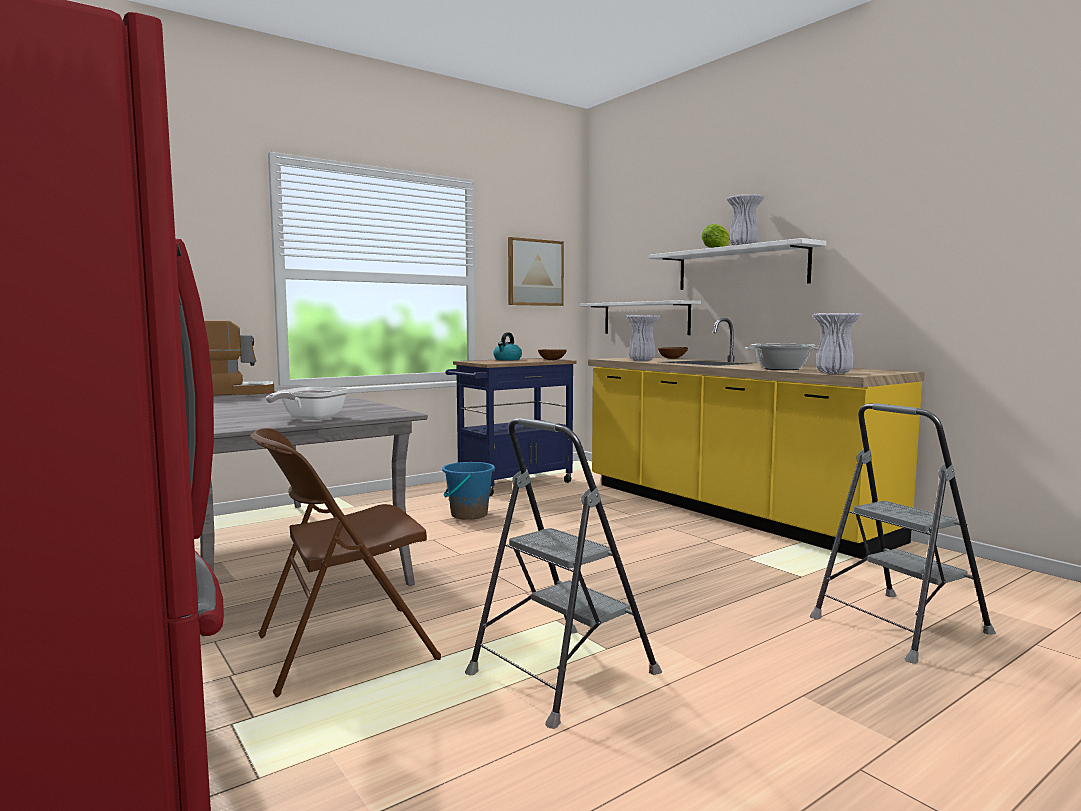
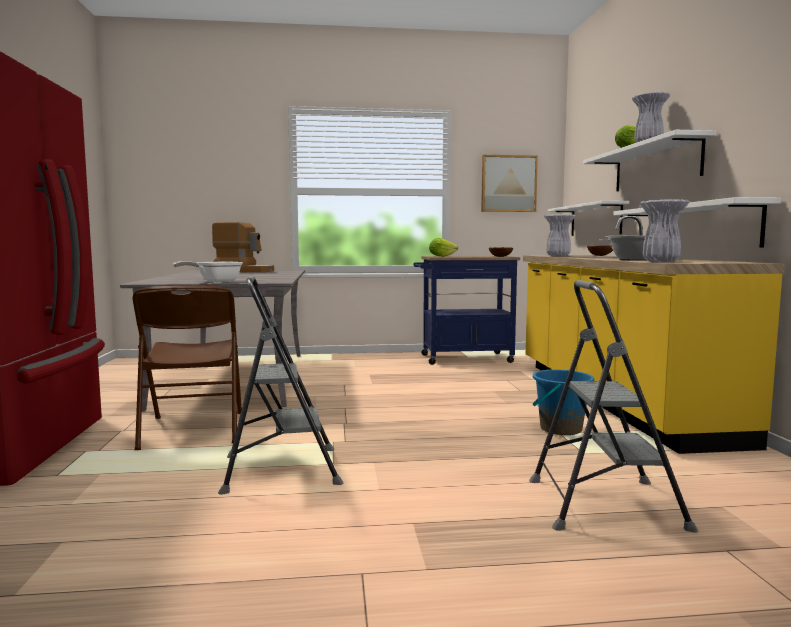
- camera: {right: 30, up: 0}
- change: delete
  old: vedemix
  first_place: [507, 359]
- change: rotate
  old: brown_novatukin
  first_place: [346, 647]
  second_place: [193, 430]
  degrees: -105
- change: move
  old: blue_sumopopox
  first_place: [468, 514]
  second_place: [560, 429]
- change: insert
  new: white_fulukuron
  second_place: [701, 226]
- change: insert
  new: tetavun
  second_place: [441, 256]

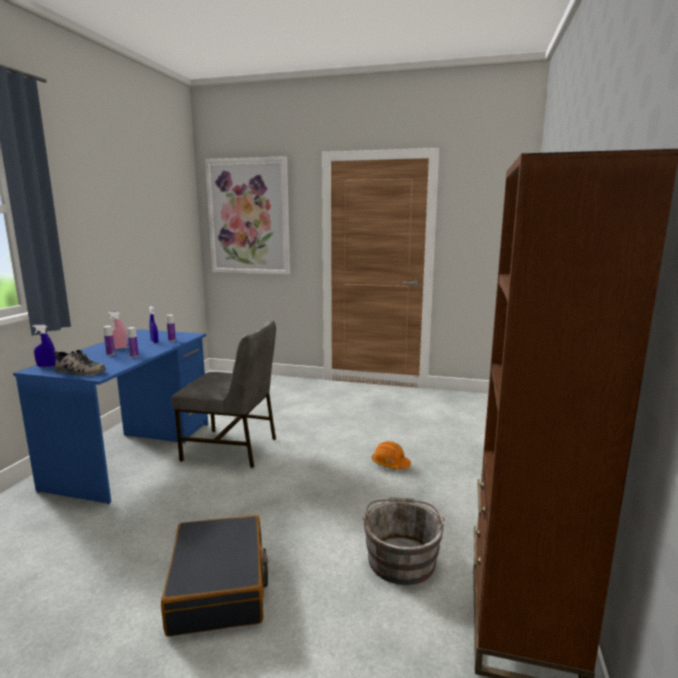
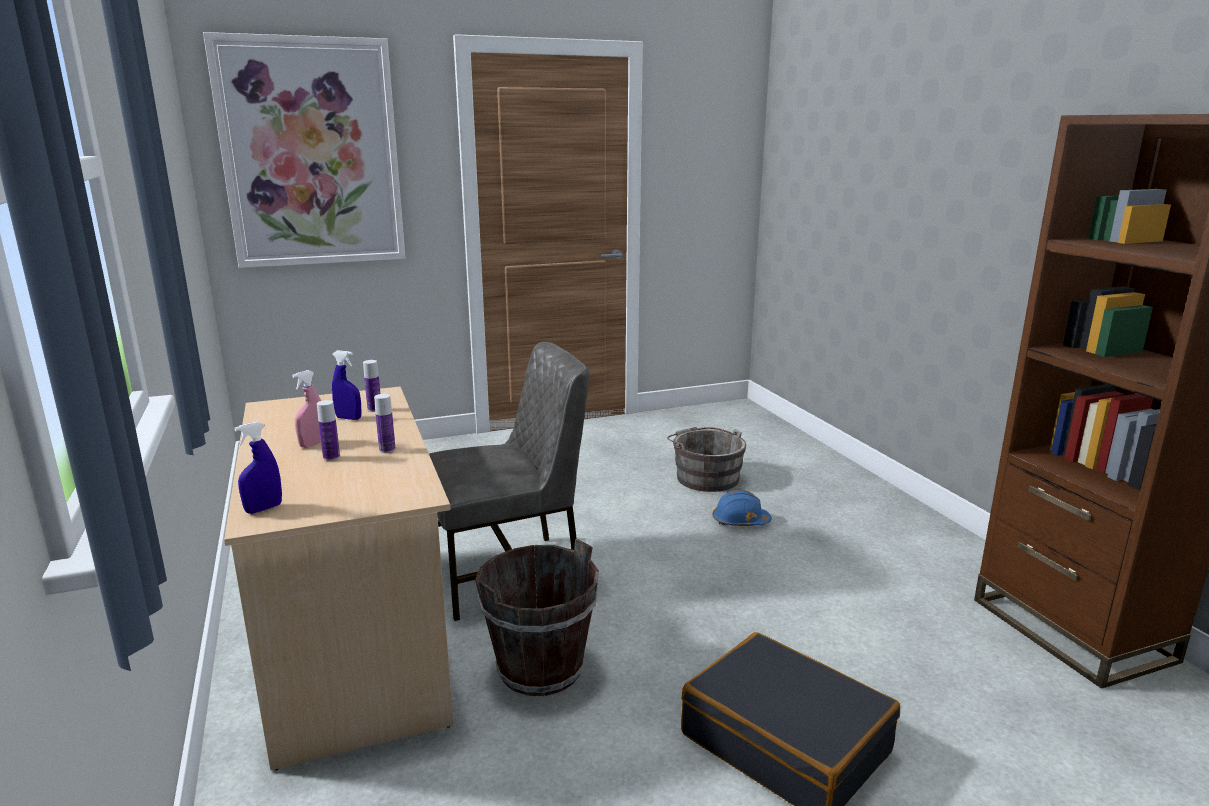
- camera: {right: -35, up: 5}
- change: recolor
  old: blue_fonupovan
  new: beige_fonupovan
  first_place: [134, 454]
  second_place: [353, 640]
- change: delete
  old: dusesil
  first_place: [78, 372]
- change: recolor
  old: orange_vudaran
  new: blue_vudaran
  first_place: [390, 464]
  second_place: [740, 521]
- change: move
  old: grey_sumopopox
  first_place: [401, 557]
  second_place: [705, 477]
- change: insert
  new: brown_sumopopox
  second_place: [540, 668]

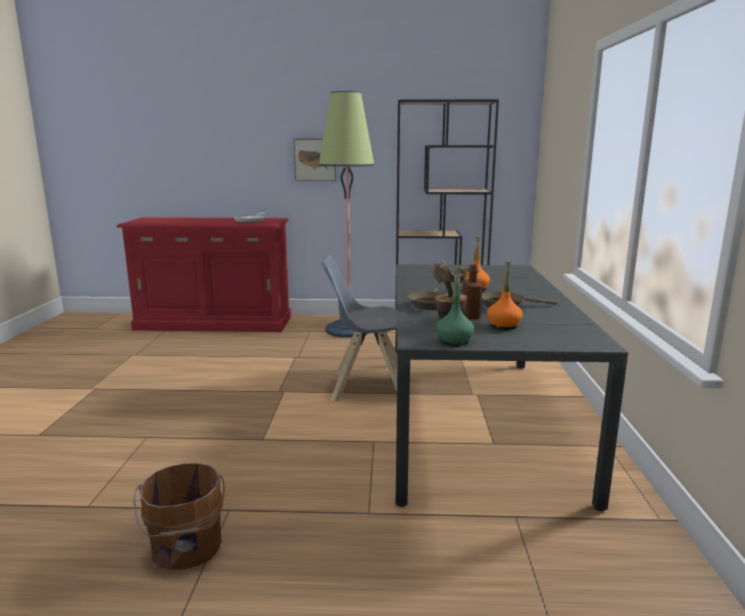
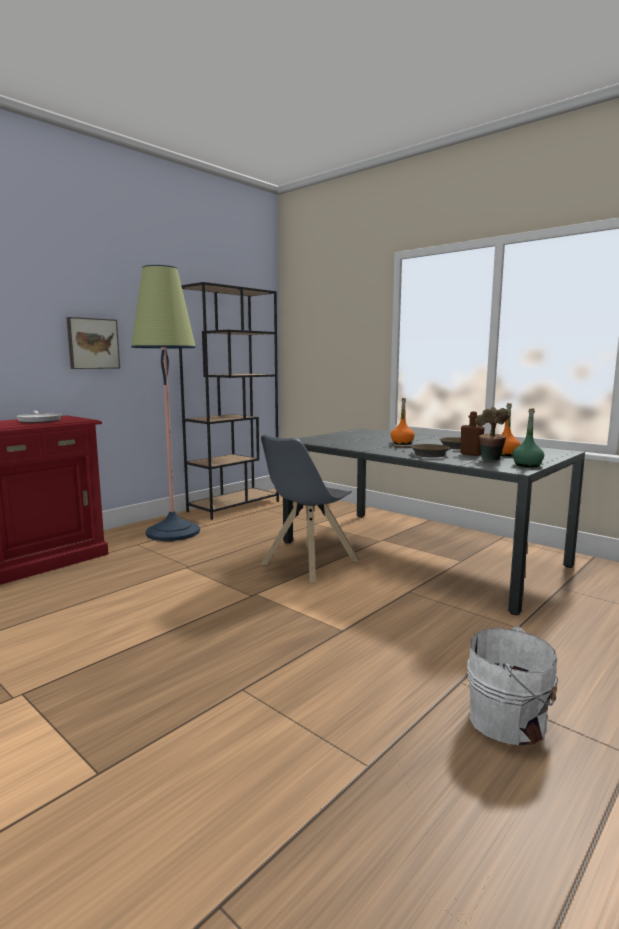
- camera: {right: -50, up: -5}
- change: recolor
  old: brown_sumopopox
  new: white_sumopopox
  first_place: [186, 548]
  second_place: [510, 721]

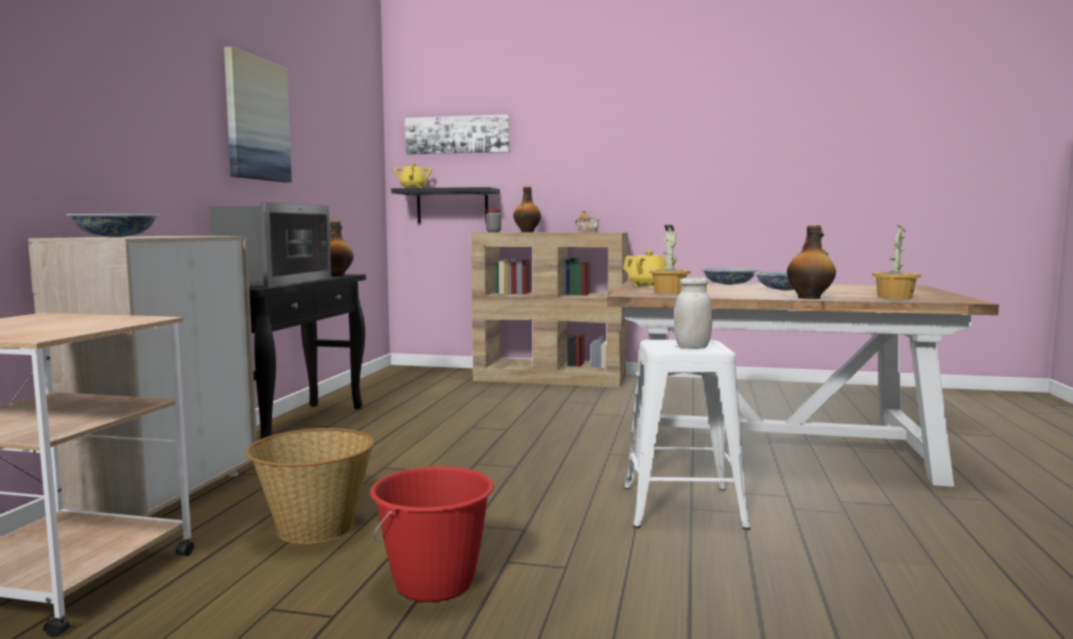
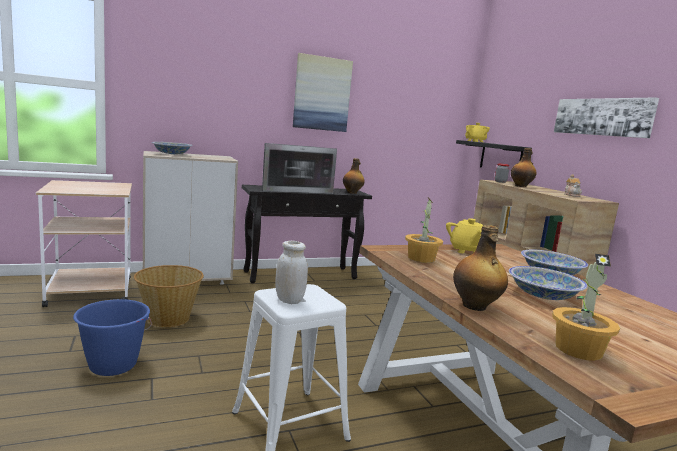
- camera: {right: 55, up: 5}
- change: move
  old: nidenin
  first_place: [457, 135]
  second_place: [602, 117]
- change: recolor
  old: red_sumopopox
  new: blue_sumopopox
  first_place: [435, 584]
  second_place: [113, 365]

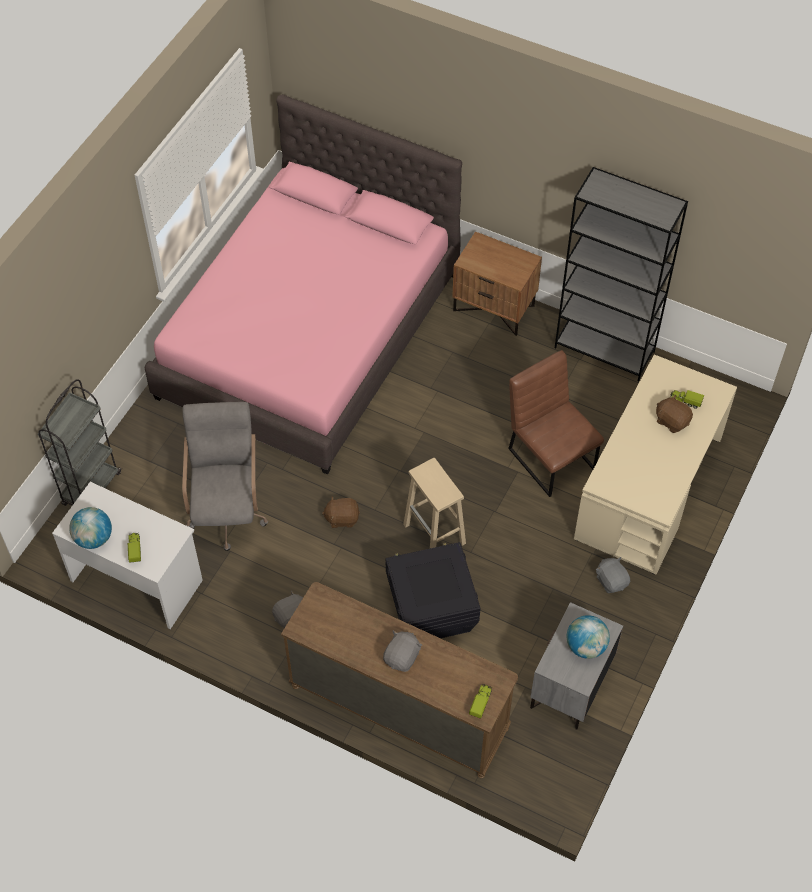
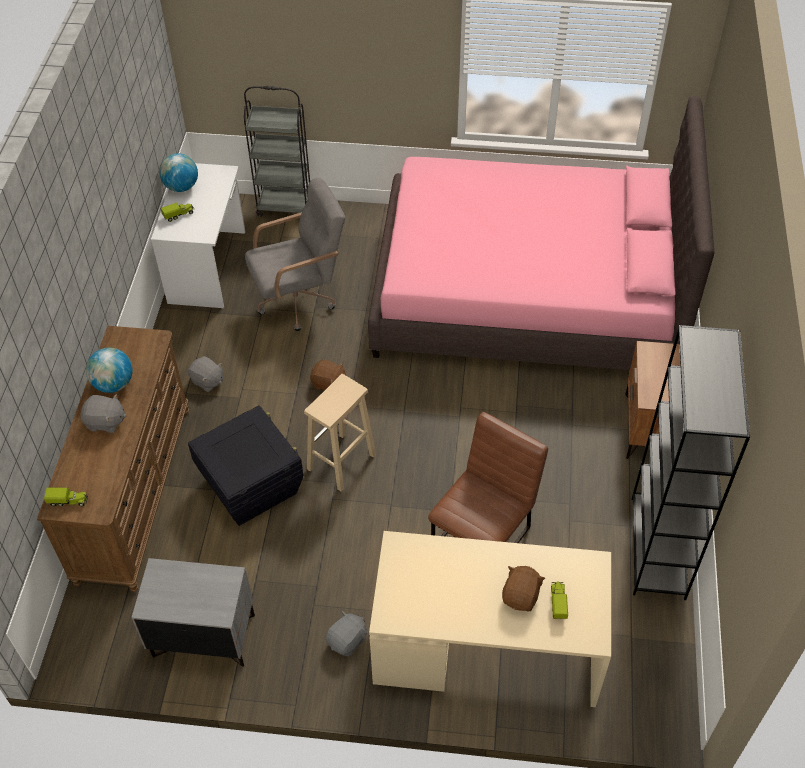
- camera: {right: 70, up: -5}
- change: rotate
  old: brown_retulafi
  first_place: [342, 518]
  second_place: [329, 384]
  degrees: 135
- change: move
  old: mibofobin
  first_place: [586, 646]
  second_place: [114, 384]

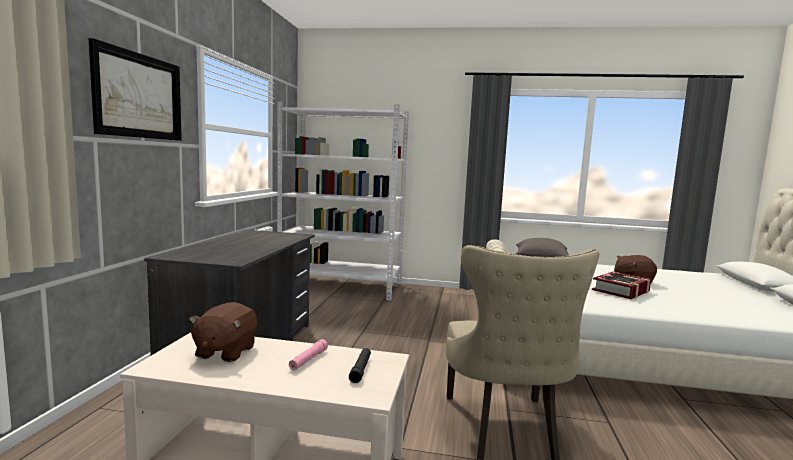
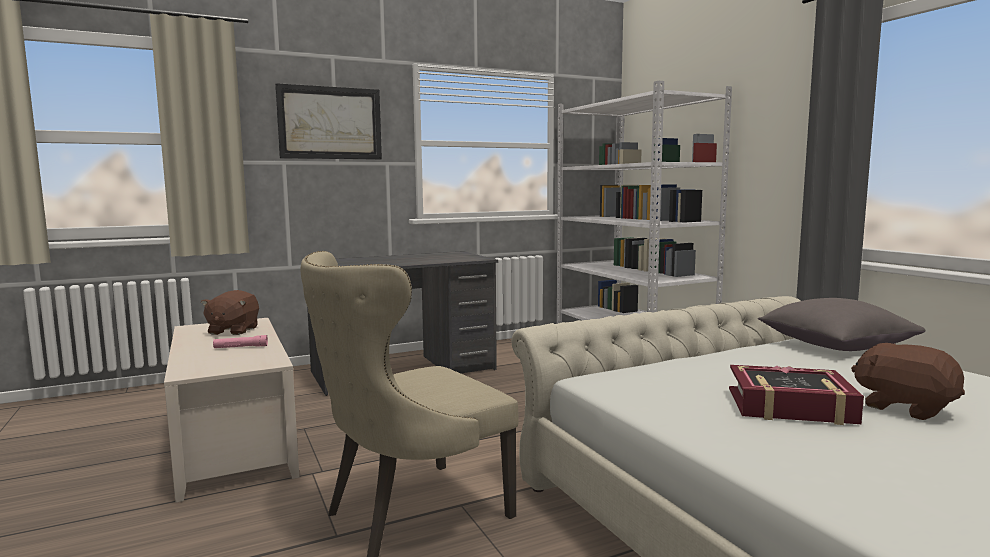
- camera: {right: 55, up: 0}
- change: rotate
  old: brown_retulafi
  first_place: [225, 352]
  second_place: [233, 331]
  degrees: -60
- change: delete
  old: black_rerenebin
  first_place: [360, 369]

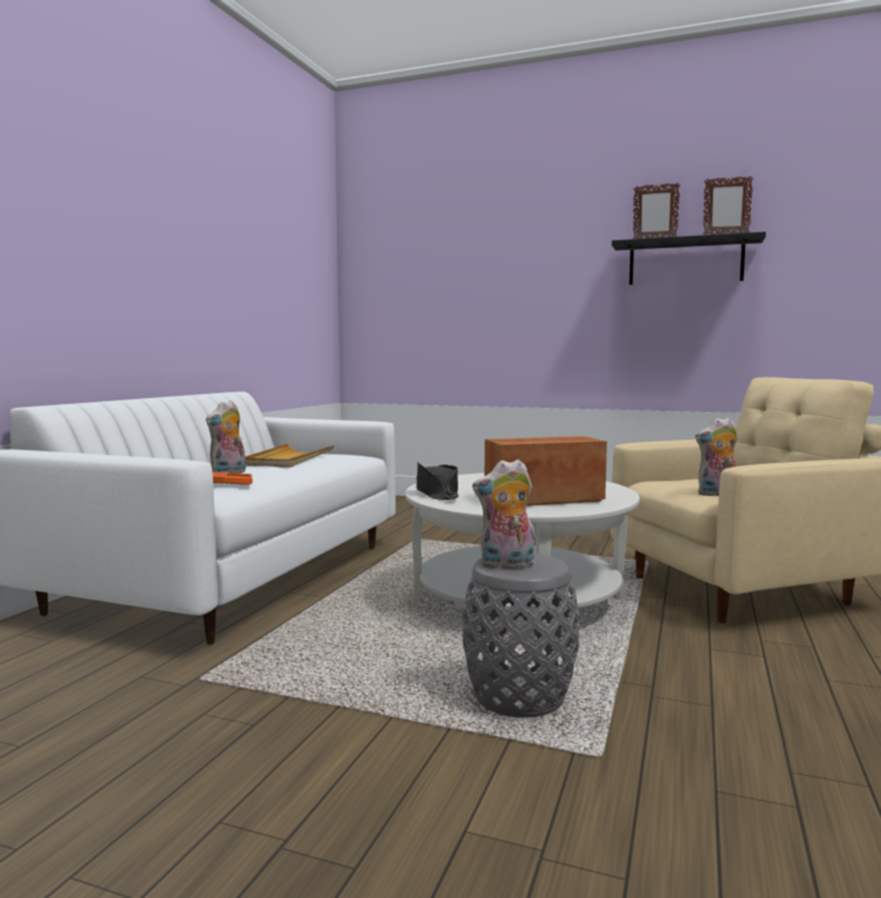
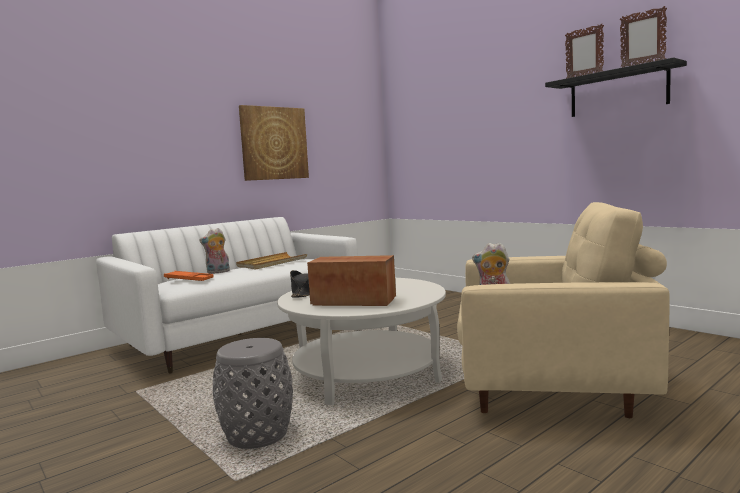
- camera: {right: 30, up: 0}
- change: delete
  old: retulafi
  first_place: [506, 565]
- change: insert
  new: nidenin
  second_place: [274, 143]

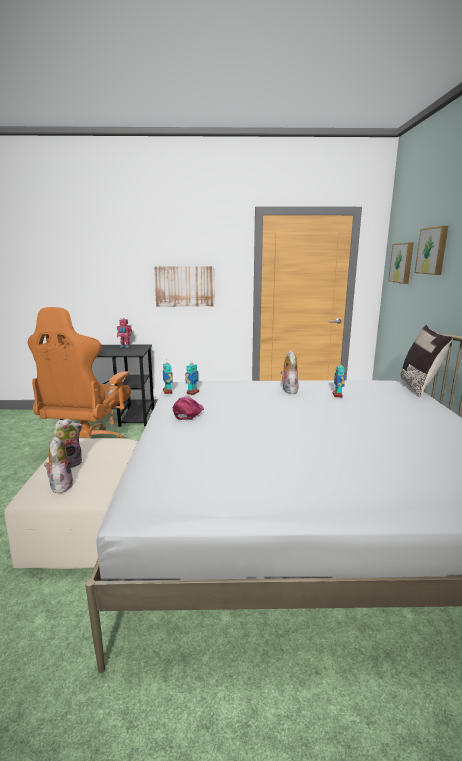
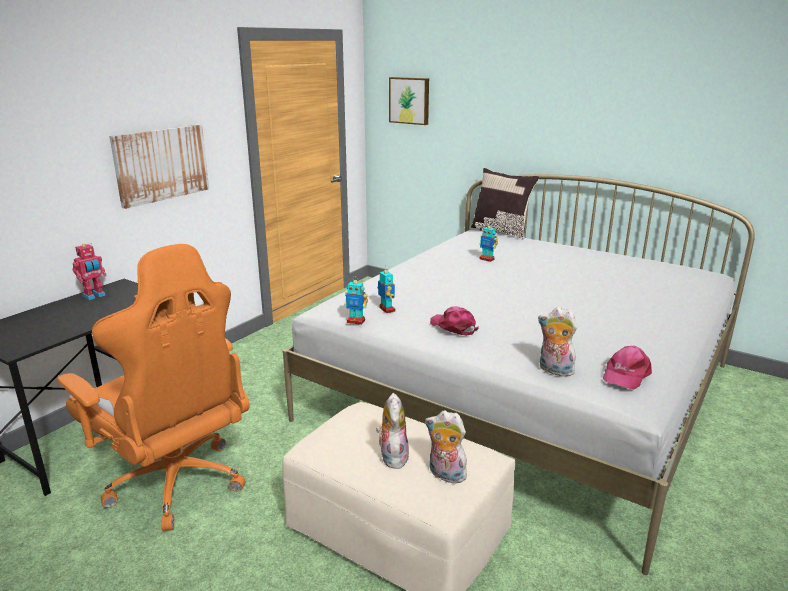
- camera: {right: -55, up: 5}
- change: delete
  old: nidenin
  first_place: [433, 251]
- change: move
  old: retulafi
  first_place: [288, 390]
  second_place: [554, 370]
- change: insert
  new: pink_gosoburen
  second_place: [625, 374]

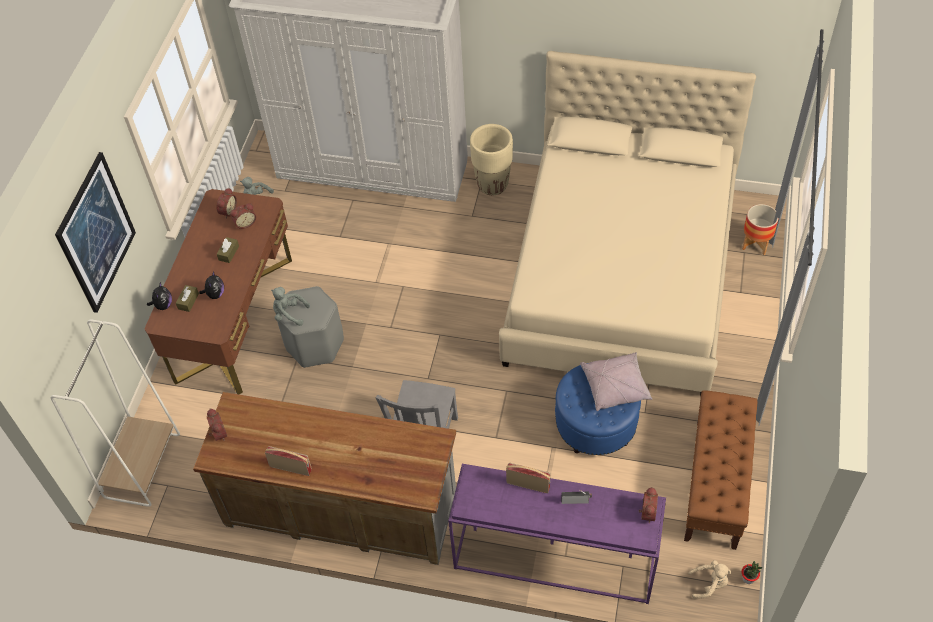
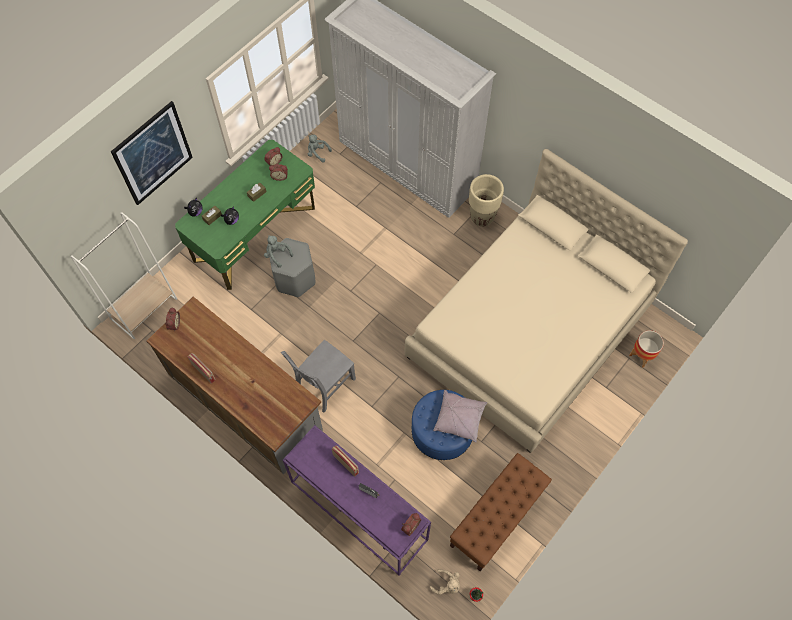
- camera: {right: 25, up: 10}
- change: recolor
  old: brown_fonupovan
  new: green_fonupovan
  first_place: [235, 319]
  second_place: [255, 234]

